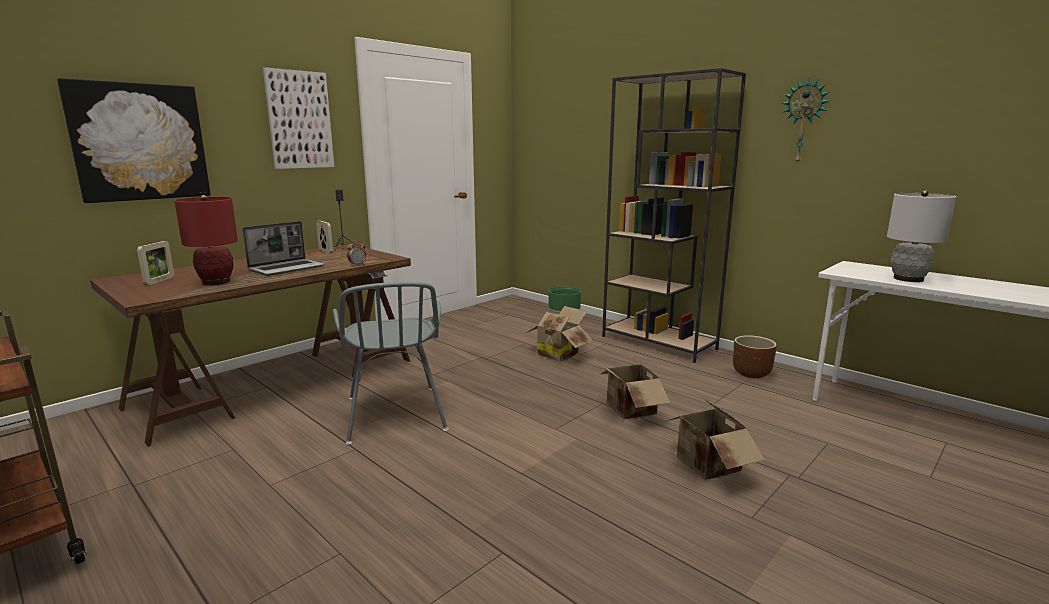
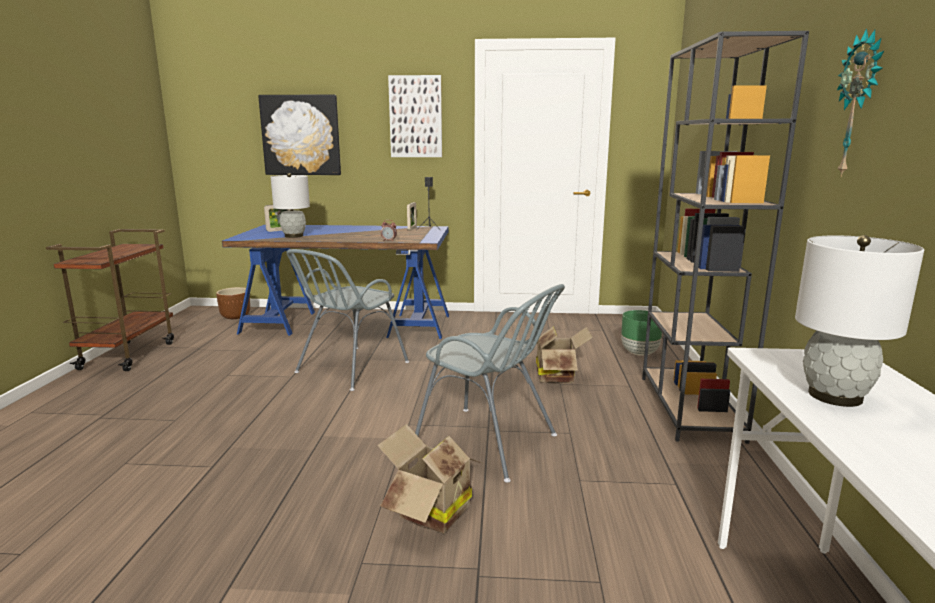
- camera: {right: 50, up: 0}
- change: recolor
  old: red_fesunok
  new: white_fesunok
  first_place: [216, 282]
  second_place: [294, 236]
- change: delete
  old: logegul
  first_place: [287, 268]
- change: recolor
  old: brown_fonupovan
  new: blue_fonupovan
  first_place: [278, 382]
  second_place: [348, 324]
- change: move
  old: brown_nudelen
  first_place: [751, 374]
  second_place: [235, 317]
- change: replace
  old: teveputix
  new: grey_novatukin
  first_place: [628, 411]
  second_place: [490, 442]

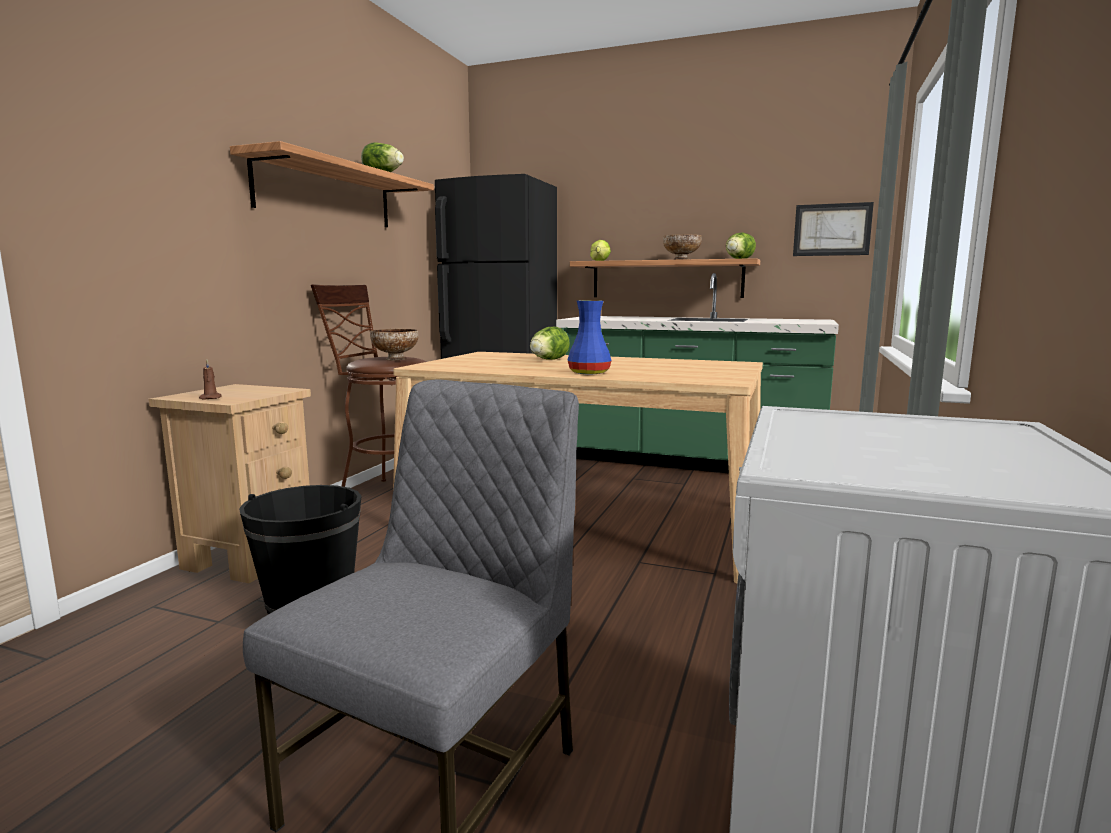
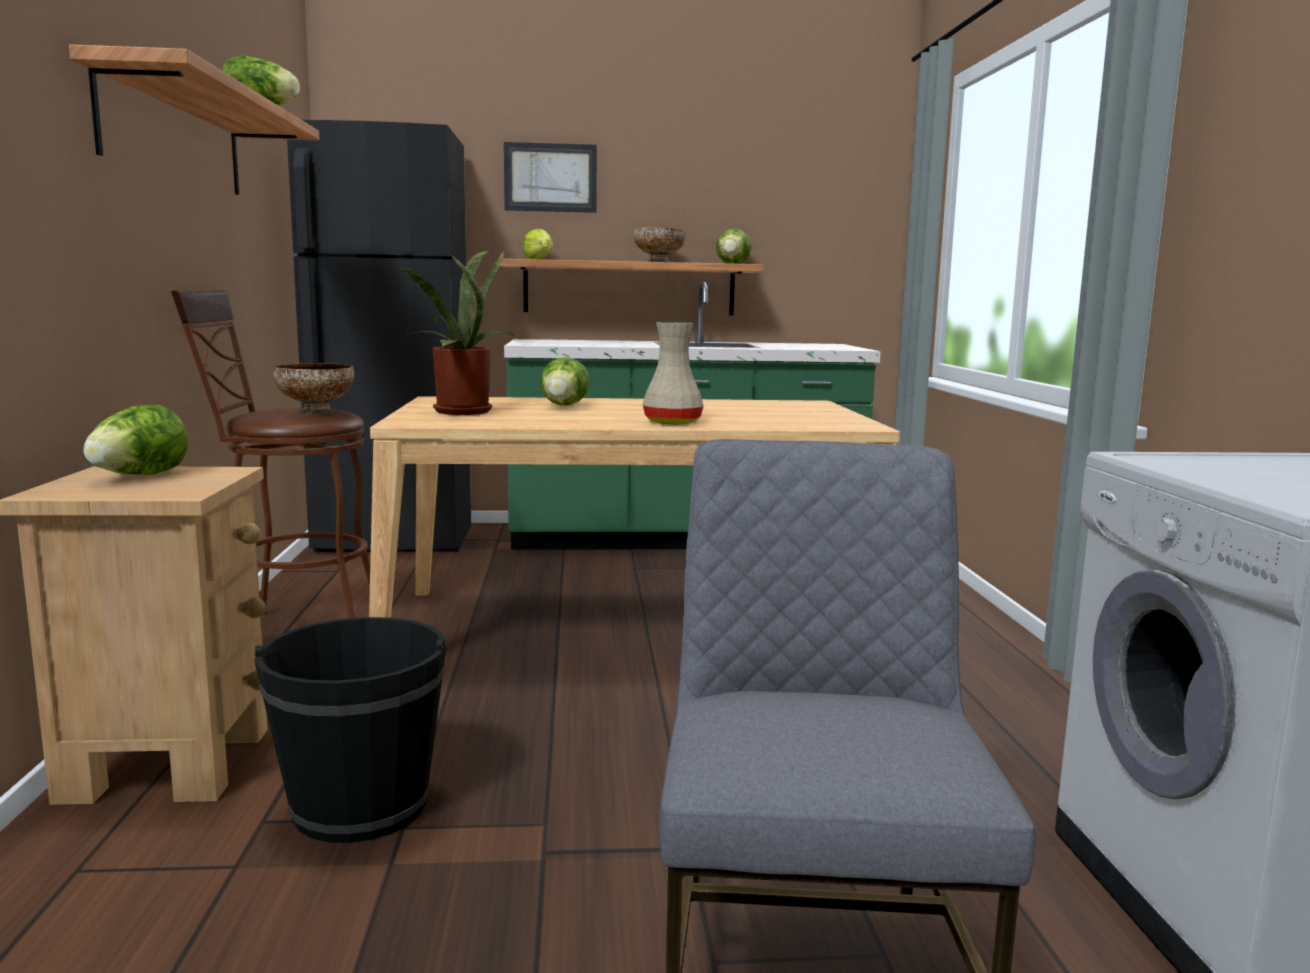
- camera: {right: -25, up: 0}
- change: move
  old: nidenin
  first_place: [832, 229]
  second_place: [550, 177]
- change: recolor
  old: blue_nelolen
  new: beige_nelolen
  first_place: [589, 373]
  second_place: [673, 422]
- change: delete
  old: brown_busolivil
  first_place: [211, 398]
- change: insert
  new: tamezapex
  second_place: [458, 411]
- change: insert
  new: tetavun
  second_place: [138, 476]

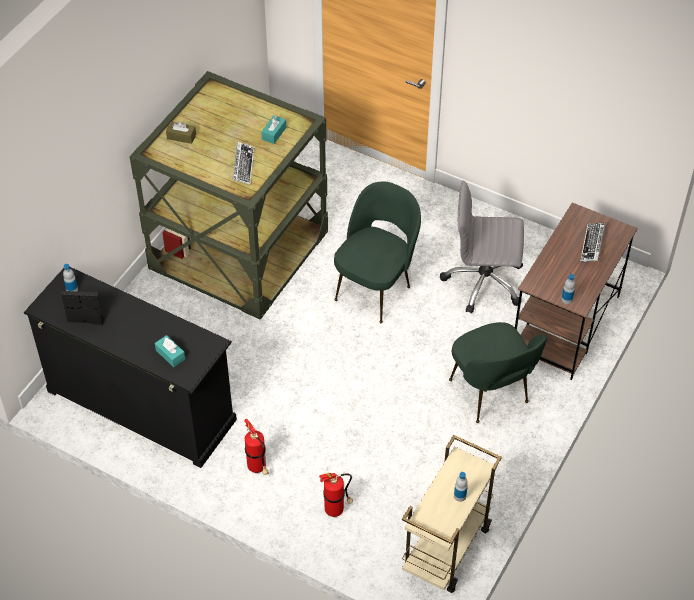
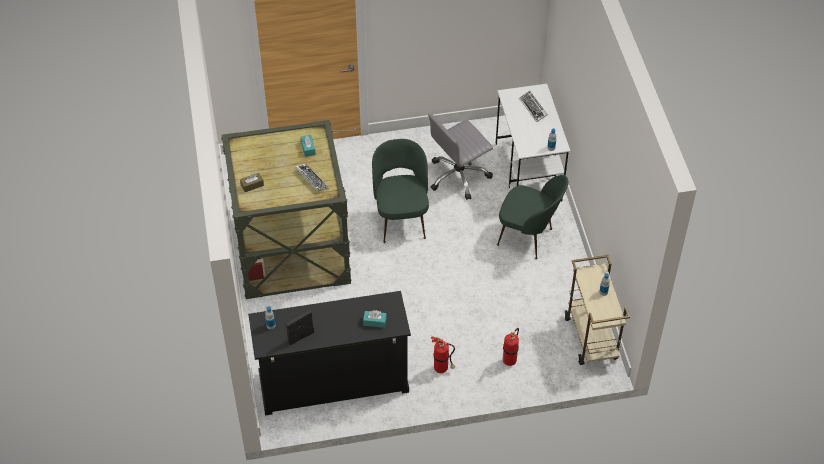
- camera: {right: -40, up: 0}
- change: recolor
  old: brown_fonupovan
  new: white_fonupovan
  first_place: [565, 325]
  second_place: [528, 172]

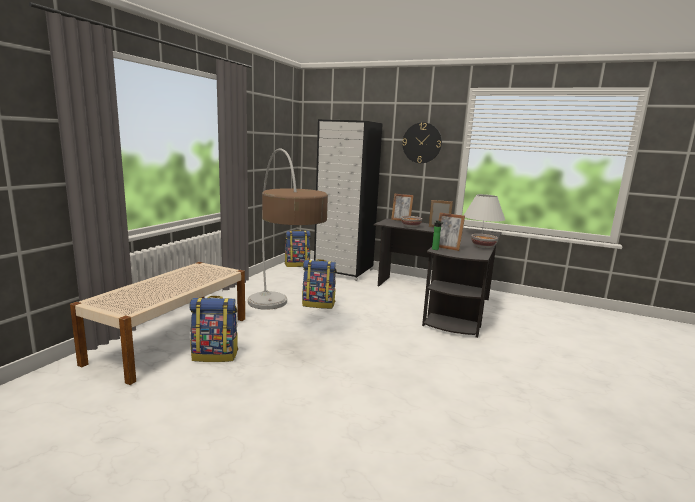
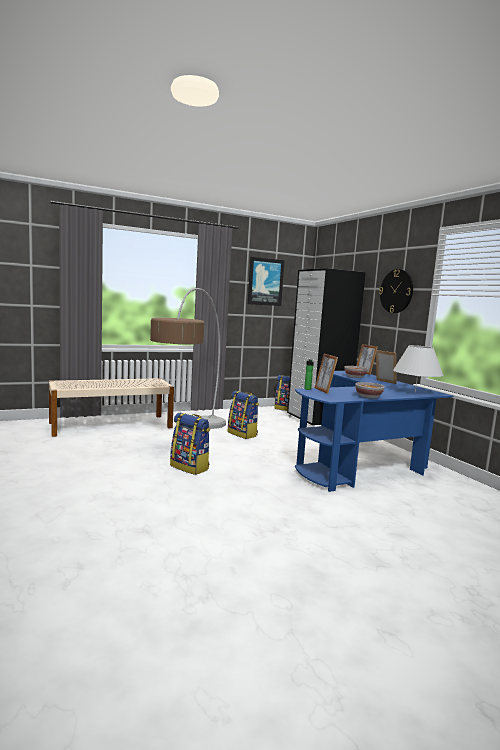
- camera: {right: 40, up: -5}
- change: recolor
  old: black_fonupovan
  new: blue_fonupovan
  first_place: [440, 301]
  second_place: [362, 461]
- change: move
  old: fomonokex
  first_place: [215, 355]
  second_place: [190, 467]
- change: insert
  new: nidenin
  second_place: [265, 282]

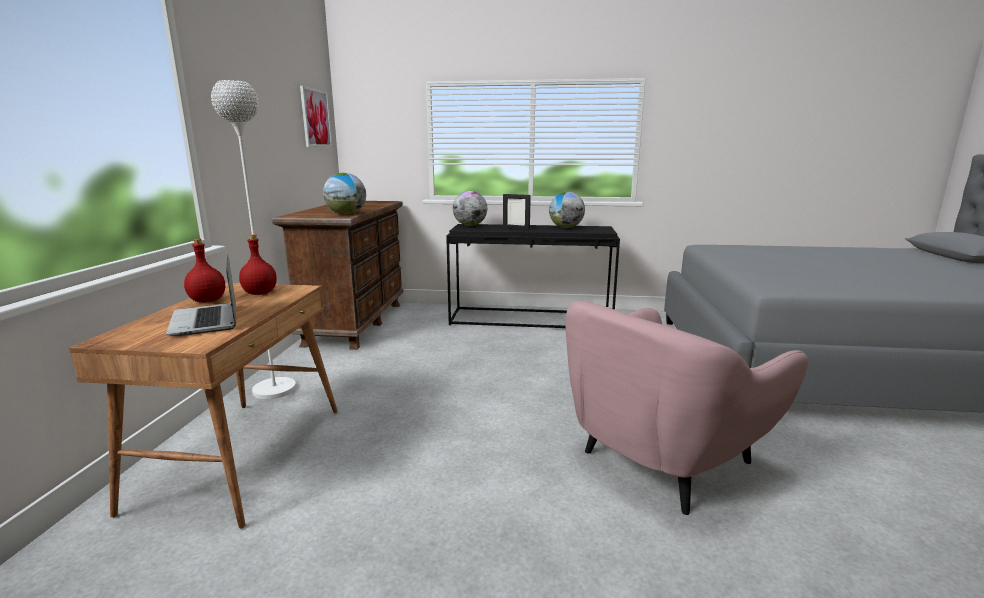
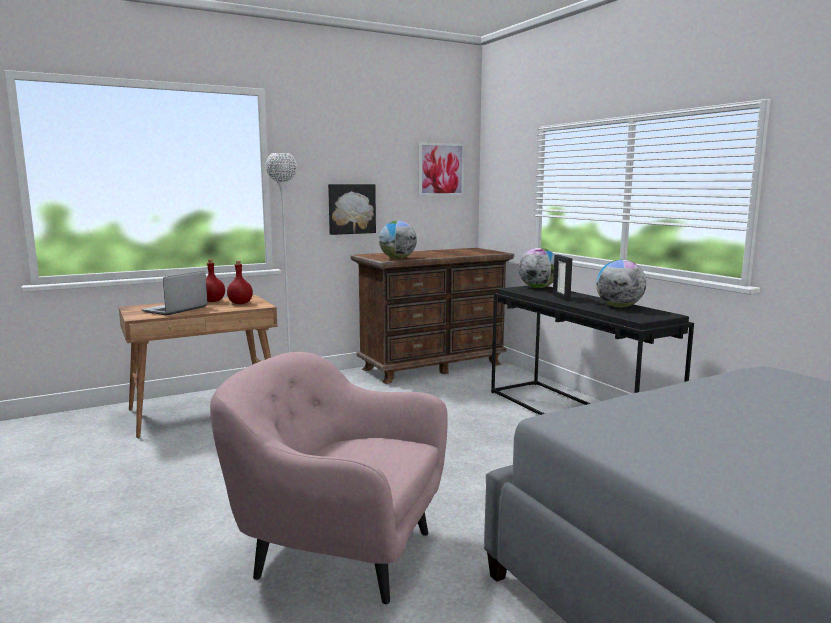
- camera: {right: 55, up: -5}
- change: insert
  new: nidenin
  second_place: [351, 209]

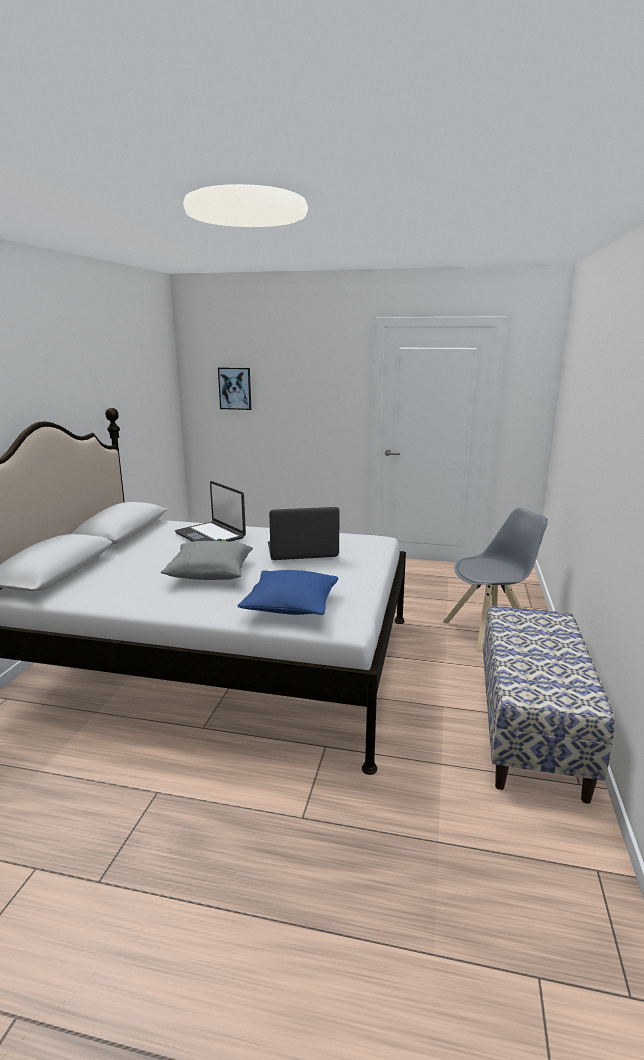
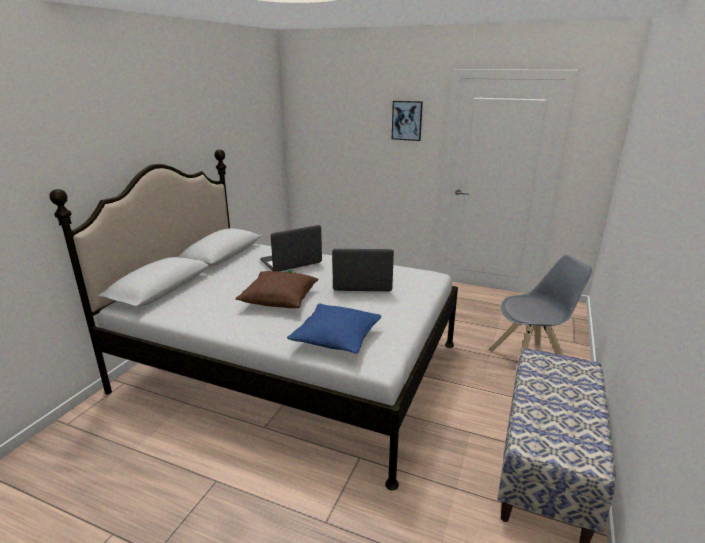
- camera: {right: 10, up: 5}
- change: move
  old: nidenin
  first_place: [235, 388]
  second_place: [407, 120]
- change: rotate
  old: logegul
  first_place: [211, 535]
  second_place: [291, 262]
  degrees: 90
- change: recolor
  old: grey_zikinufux
  new: brown_zikinufux
  first_place: [210, 573]
  second_place: [279, 300]

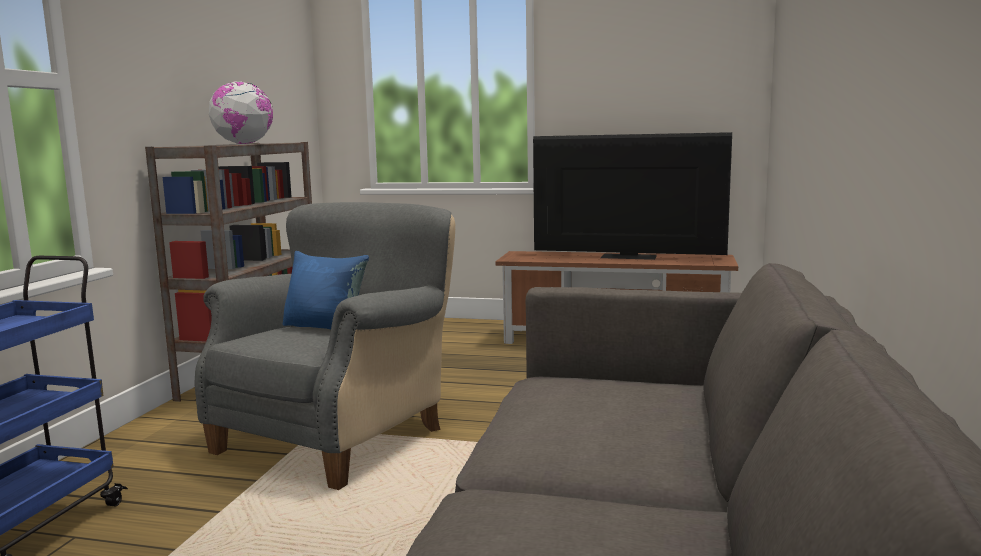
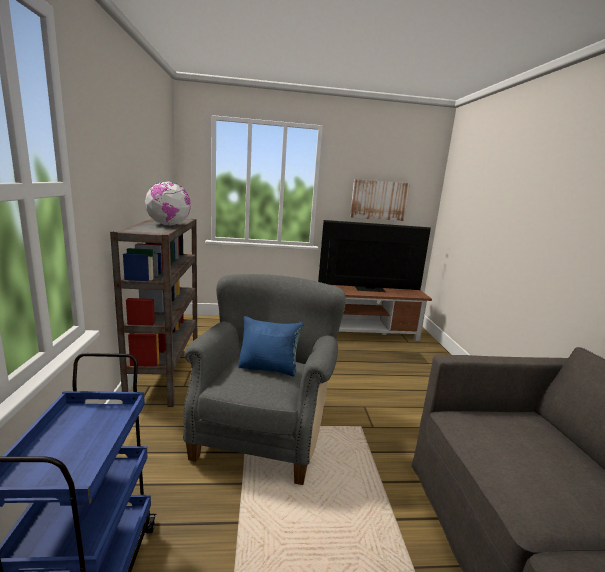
- camera: {right: -20, up: 5}
- change: insert
  new: nidenin
  second_place: [379, 200]

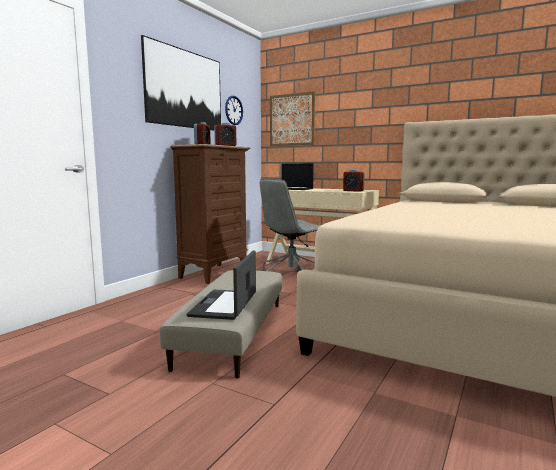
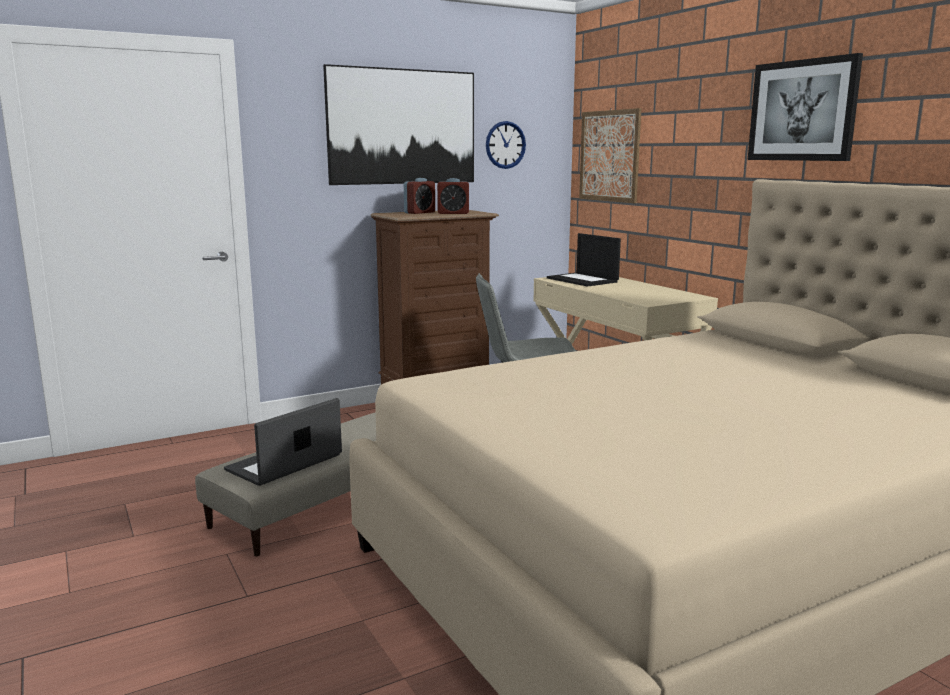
- camera: {right: 30, up: 5}
- change: delete
  old: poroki
  first_place: [353, 191]
- change: insert
  new: nidenin
  second_place: [802, 110]

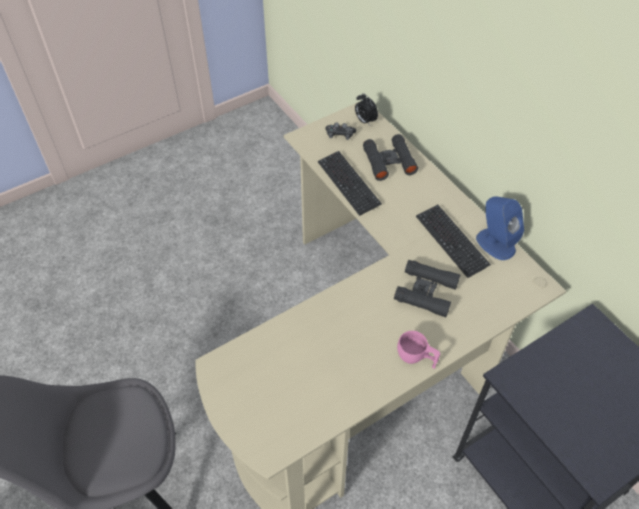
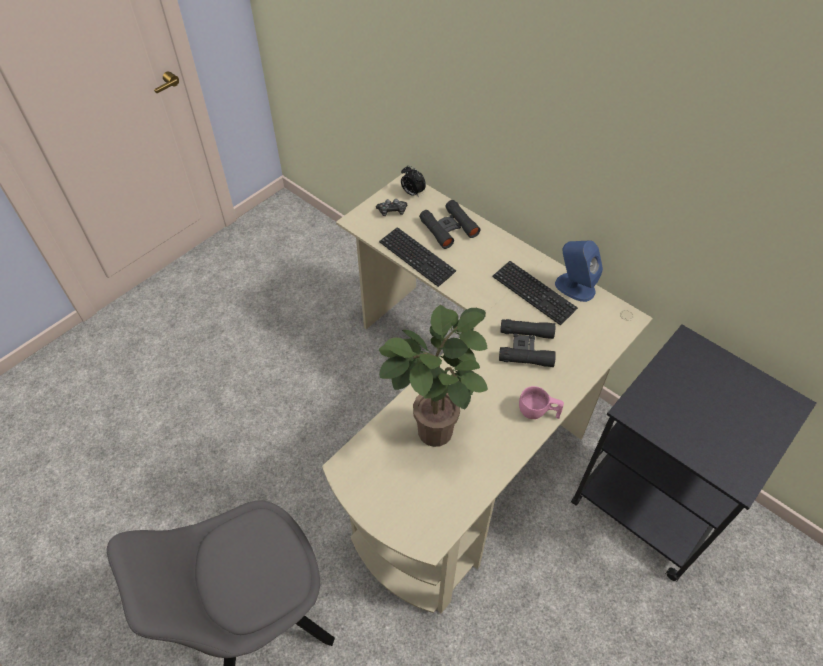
- camera: {right: -15, up: 0}
- change: insert
  new: tamezapex
  second_place: [434, 437]

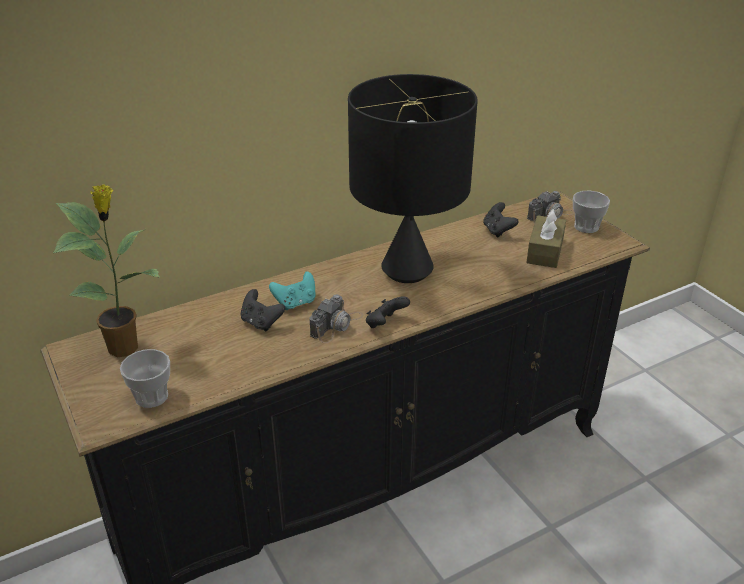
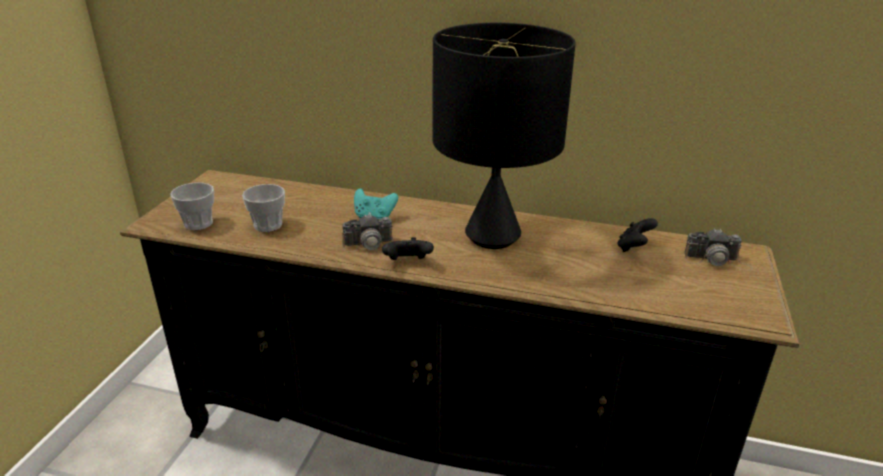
- camera: {right: 45, up: -5}
- change: delete
  old: tamezapex
  first_place: [125, 347]
- change: move
  old: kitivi
  first_place: [586, 227]
  second_place: [268, 225]
- change: delete
  old: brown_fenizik
  first_place: [545, 251]
- change: delete
  old: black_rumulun
  first_place: [261, 323]

